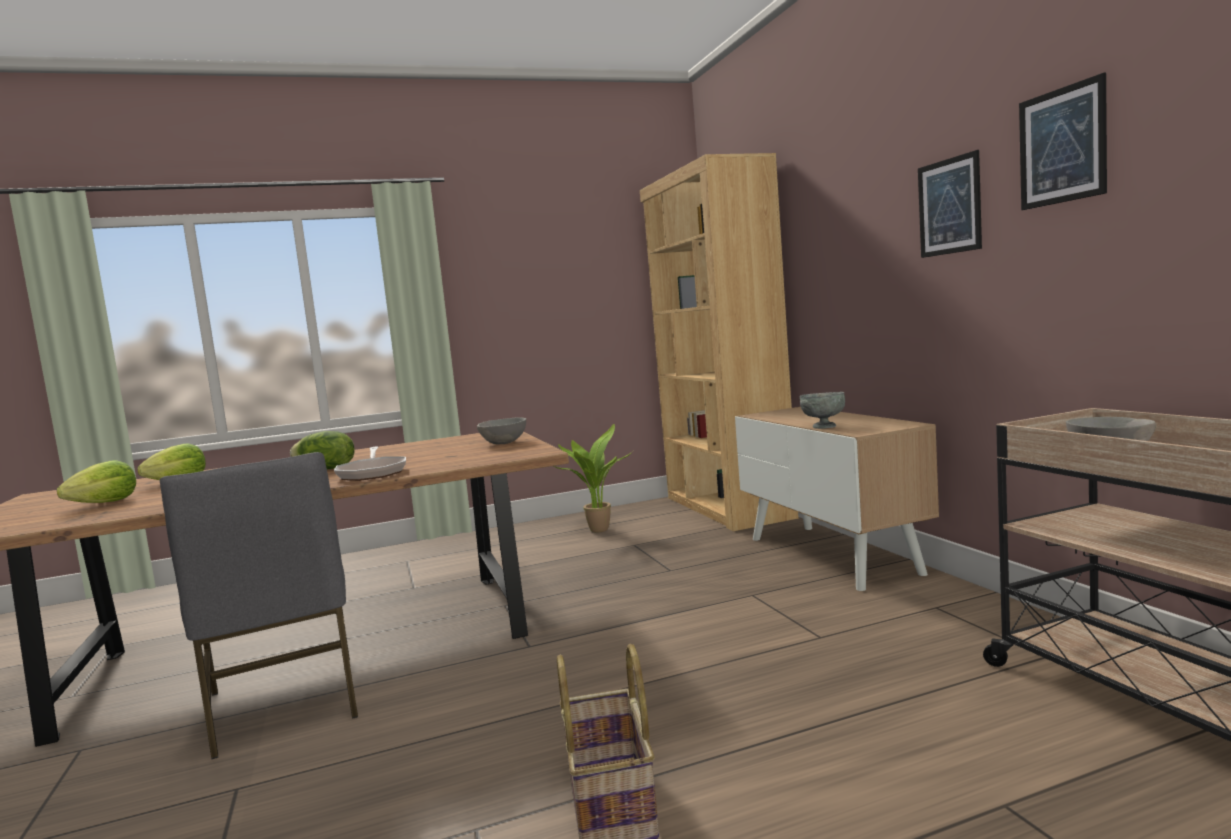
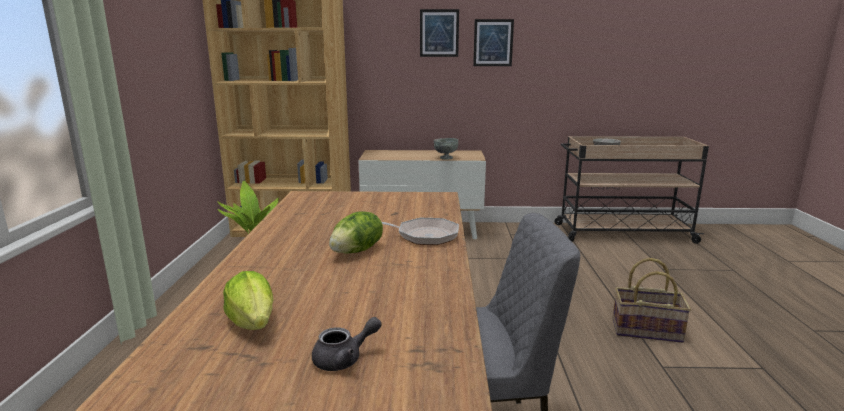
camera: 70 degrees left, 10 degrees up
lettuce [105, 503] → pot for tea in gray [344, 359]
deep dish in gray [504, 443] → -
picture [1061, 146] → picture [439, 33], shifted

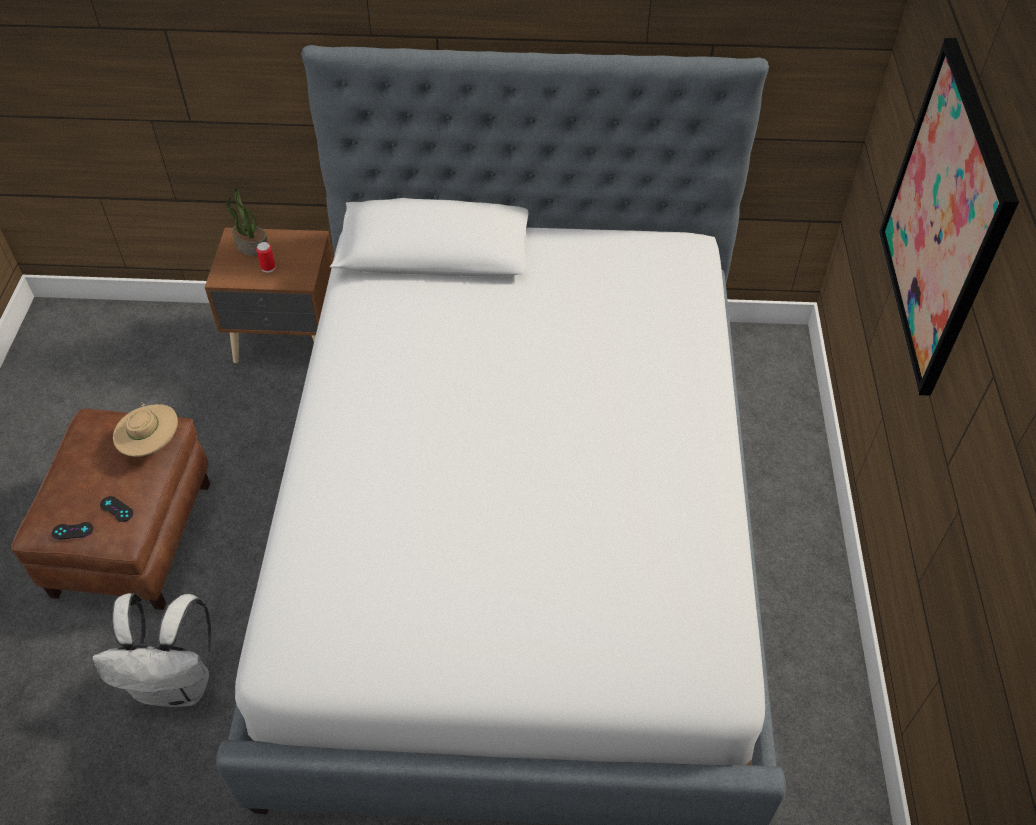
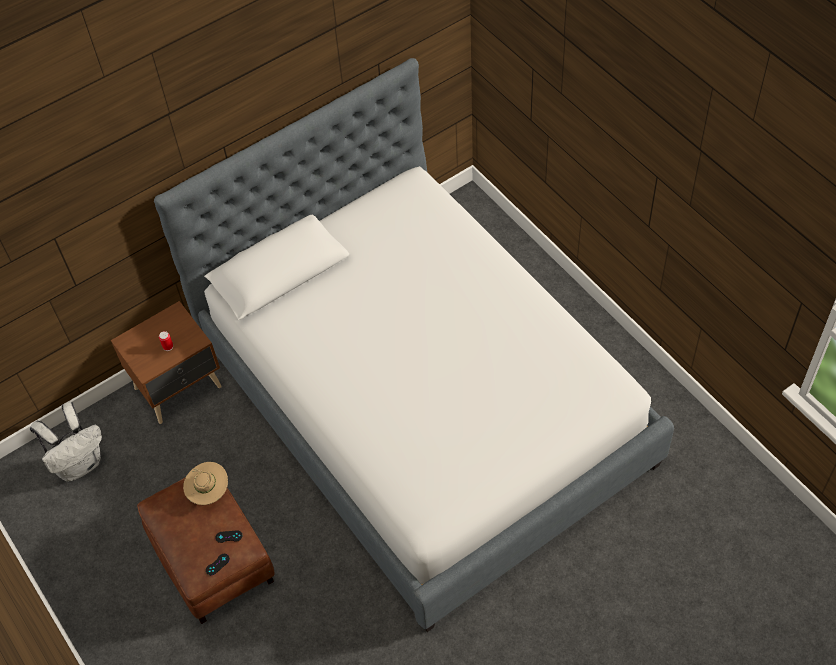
camera: 35 degrees left, 5 degrees up
backpack in white [177, 684] → backpack in white [80, 463], shifted
houseplant [251, 247] → -
picture [943, 219] → -

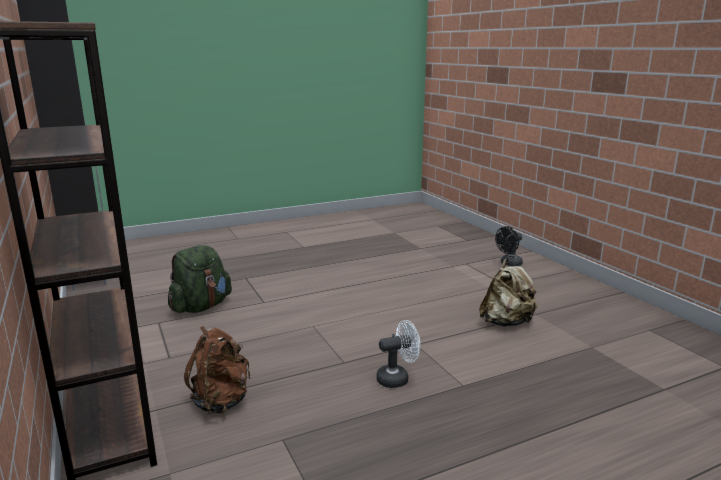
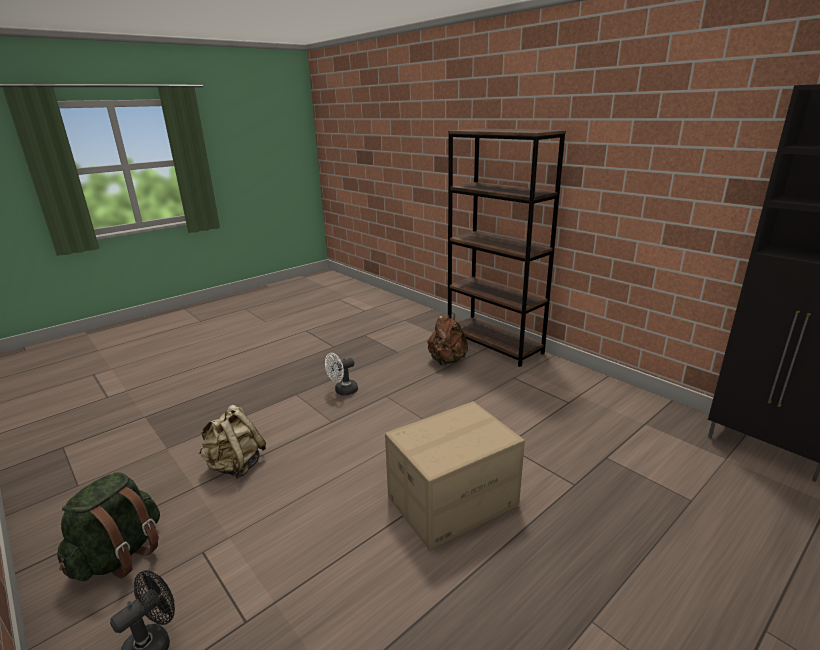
camera: 165 degrees right, 5 degrees up
backpack in green [201, 307] → backpack in green [120, 555], shifted
- → carton [452, 500]

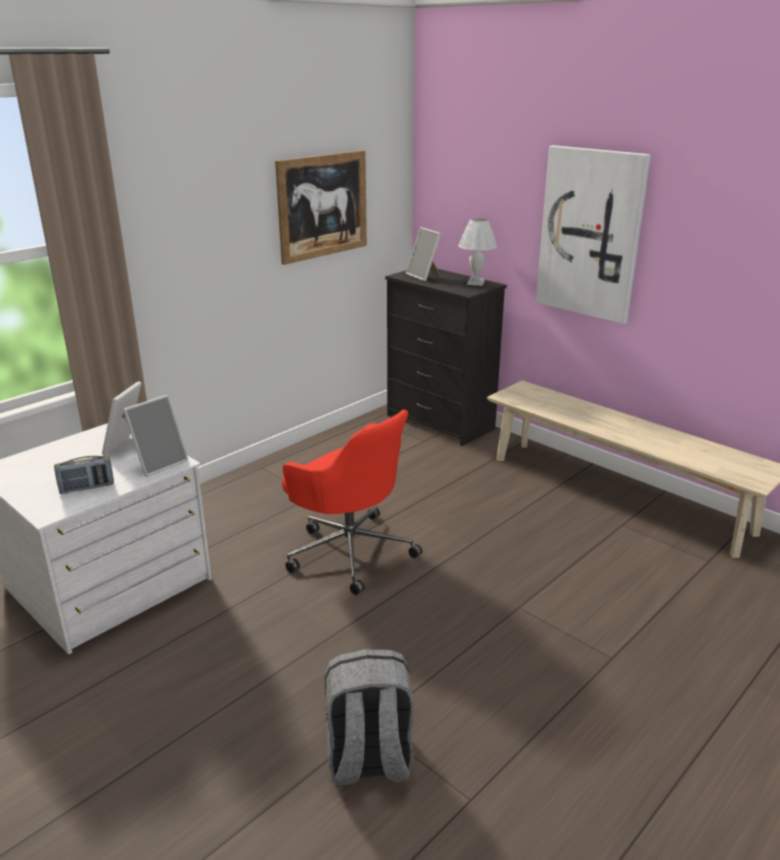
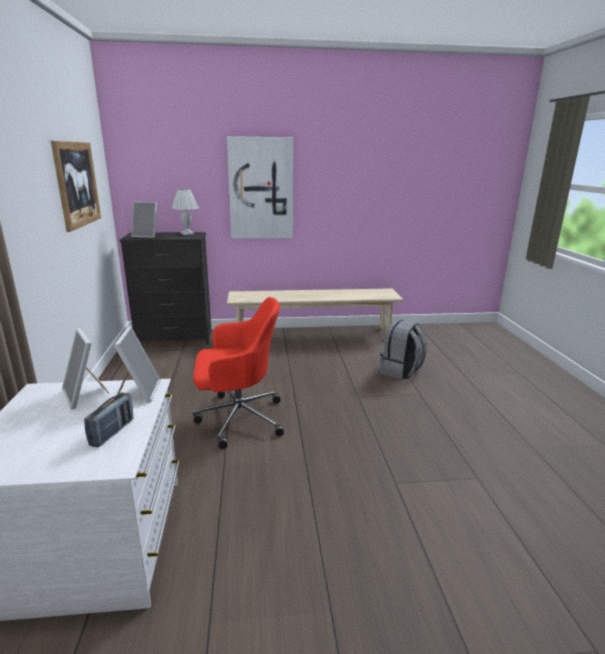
camera: 50 degrees left, 5 degrees down
backpack in gray [369, 760] → backpack in gray [400, 371], shifted

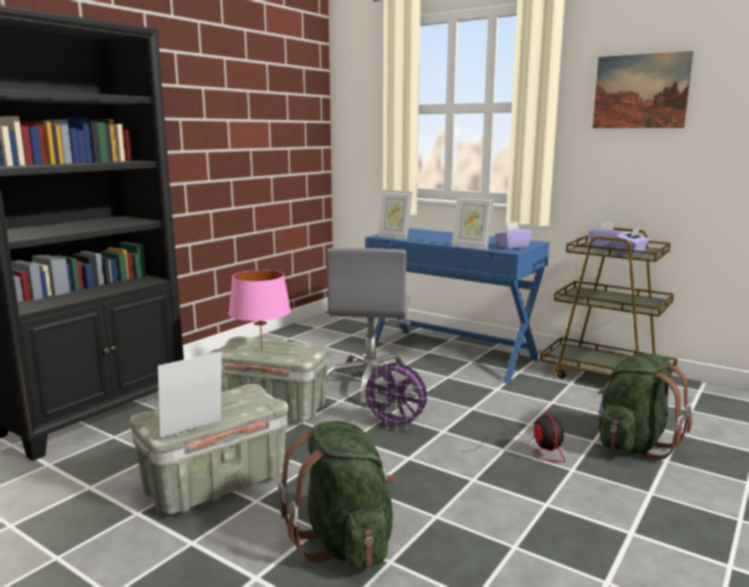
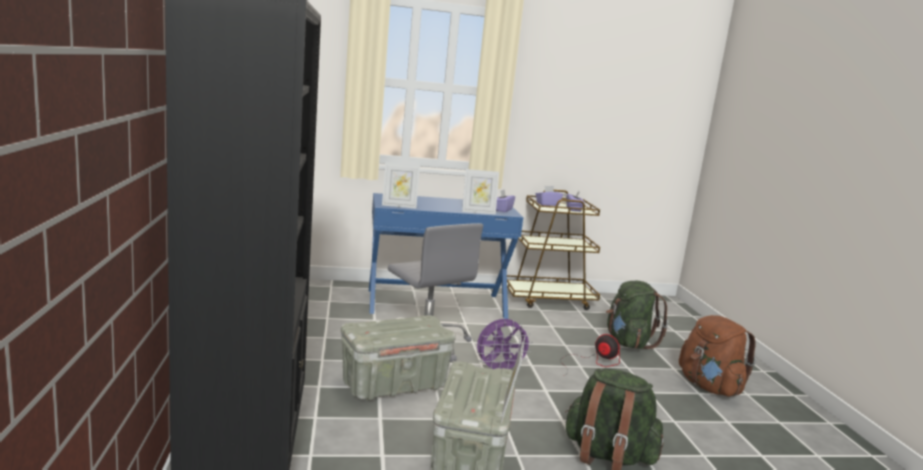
camera: 45 degrees left, 0 degrees up
tabletop lamp in pink-coloured [261, 350] → -
picture [640, 91] → -
- → backpack in brownish [709, 387]

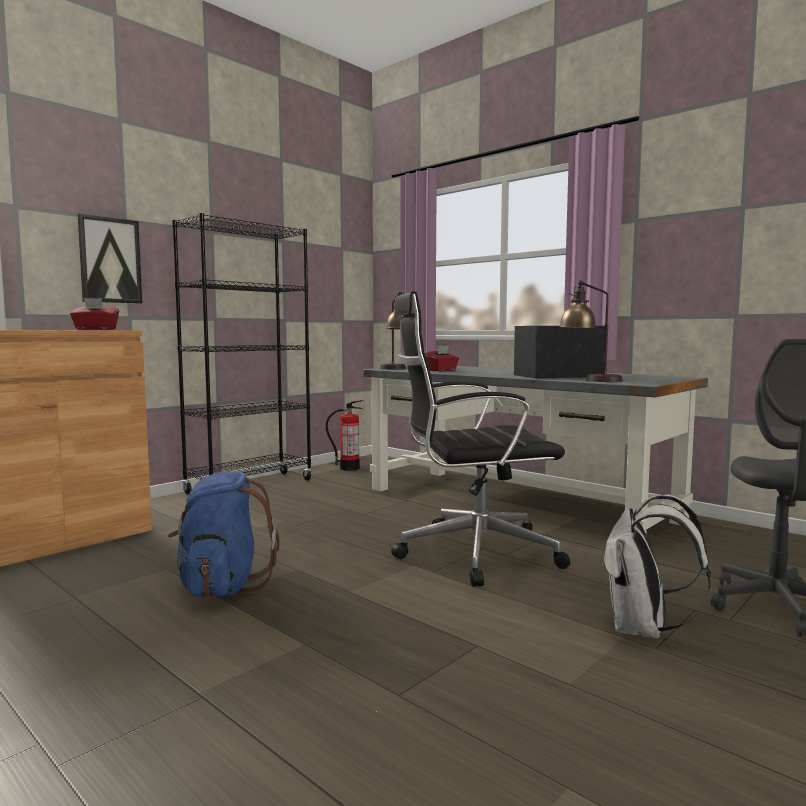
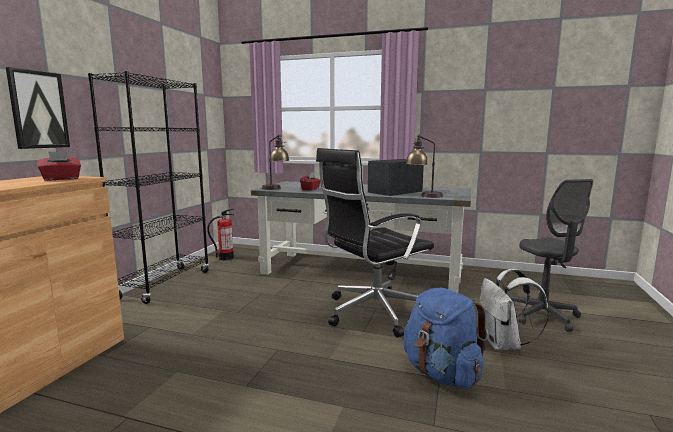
camera: 25 degrees left, 5 degrees up
backpack in bluish [222, 587] → backpack in bluish [441, 373], shifted

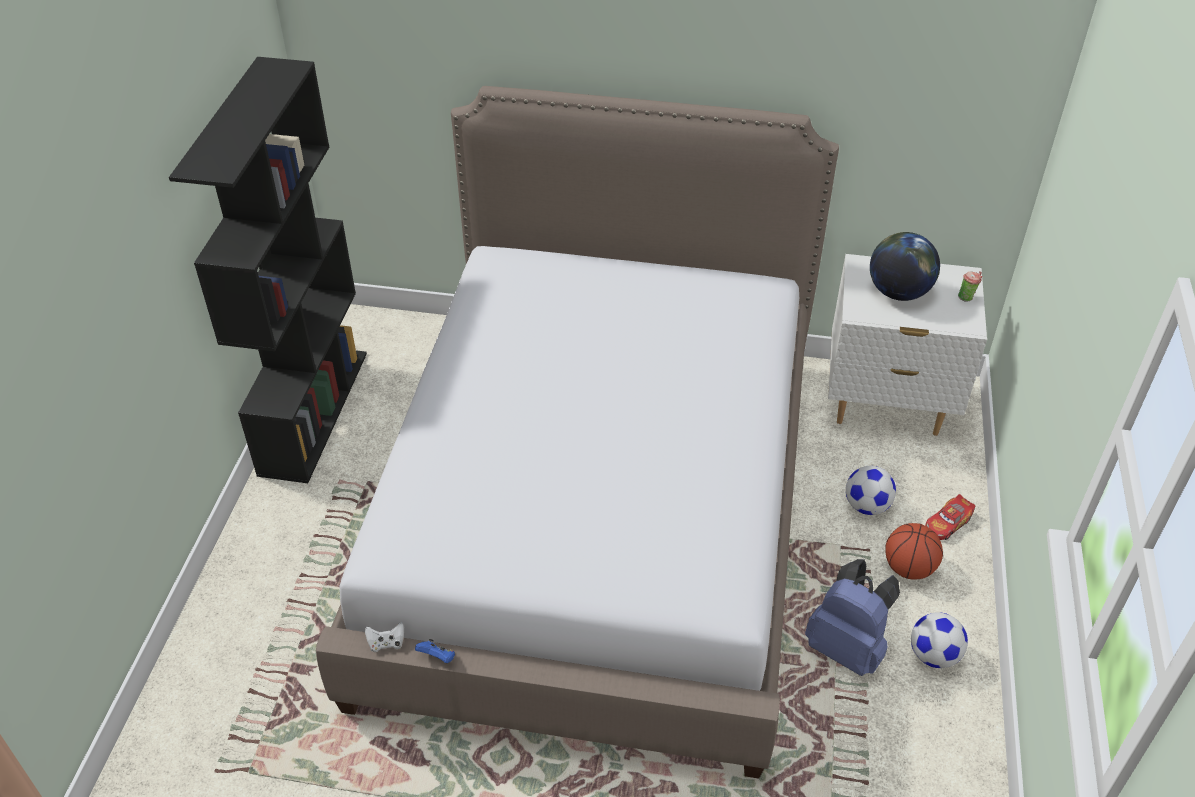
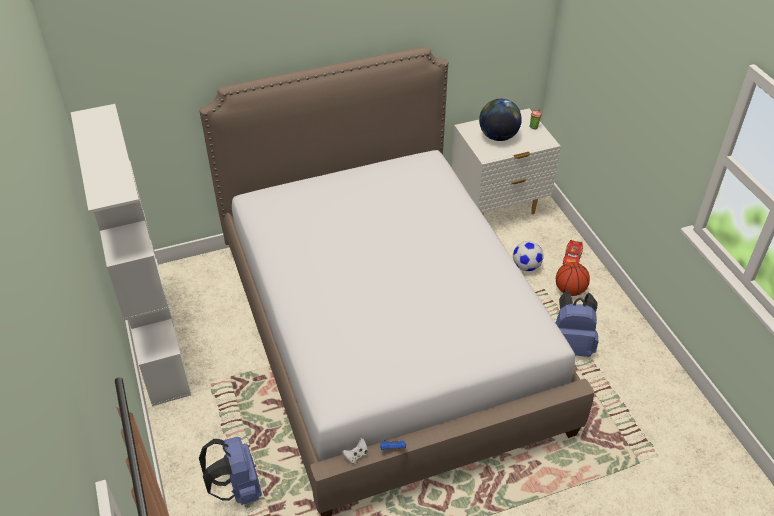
camera: 30 degrees left, 0 degrees up
shelving unit in blackish [313, 411] → shelving unit in white [159, 349]
football [934, 655] → -
- → backpack in bluish [238, 488]

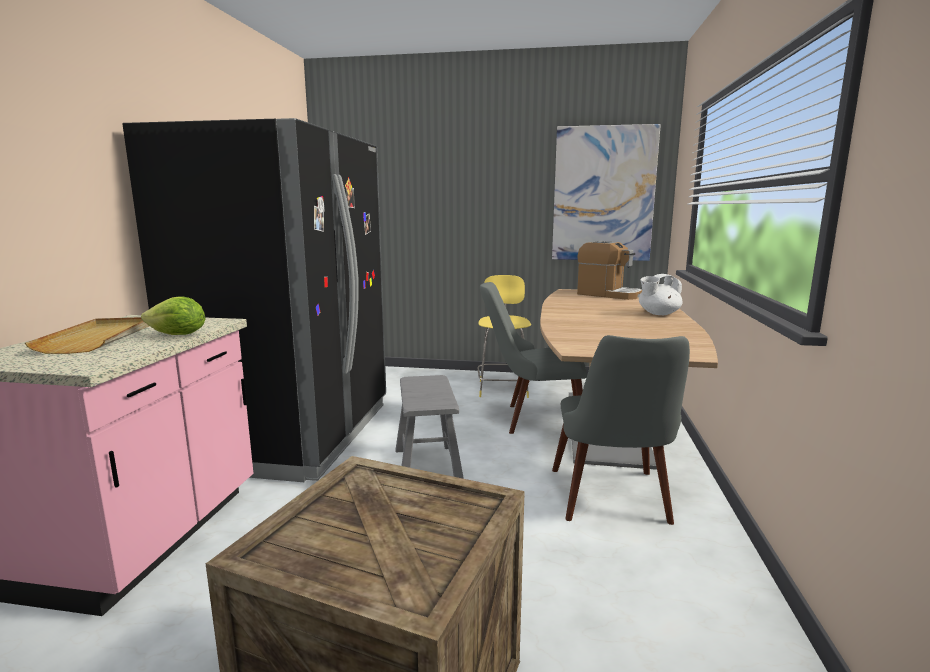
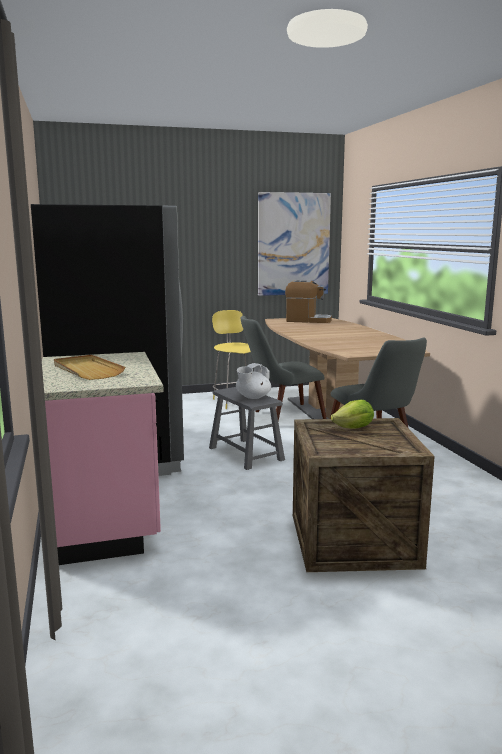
camera: 25 degrees left, 0 degrees up
lettuce [178, 335] → lettuce [354, 428], shifted
pot for tea in white [658, 314] → pot for tea in white [252, 397], shifted

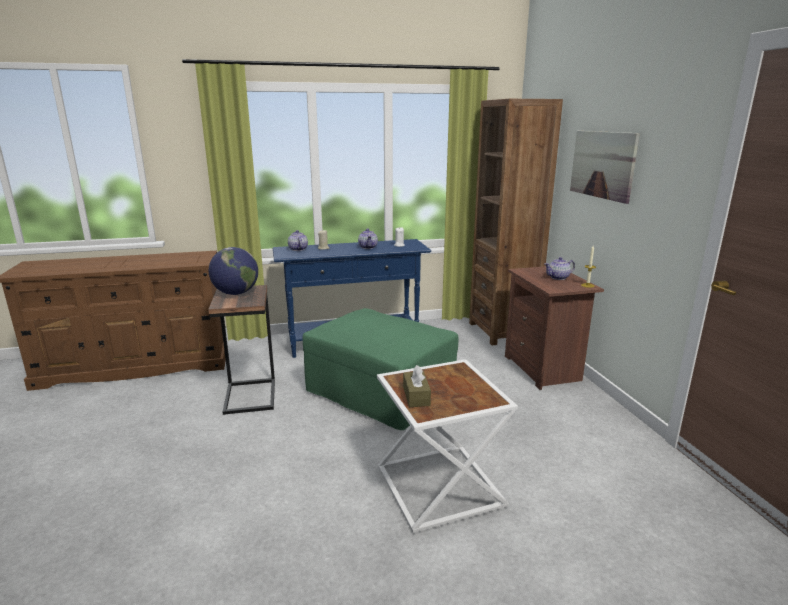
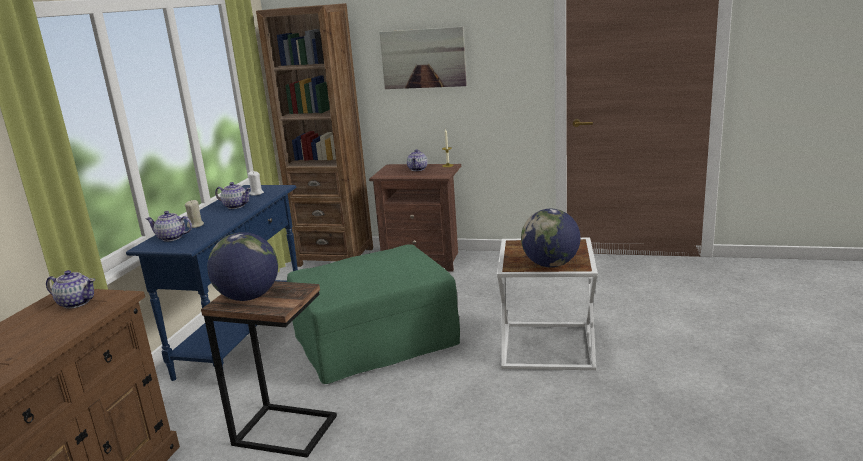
camera: 60 degrees left, 0 degrees up
tissue holder in brownish [416, 396] → desk globe [551, 265]
- → pot for tea [76, 303]

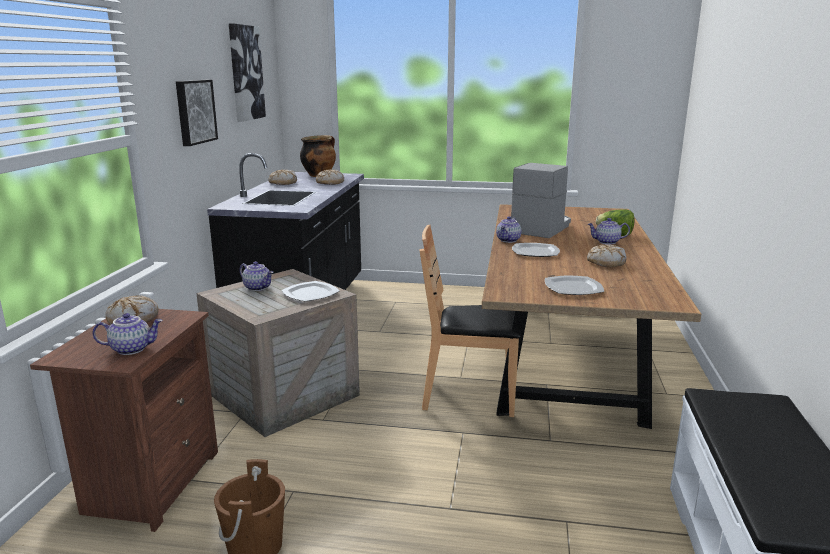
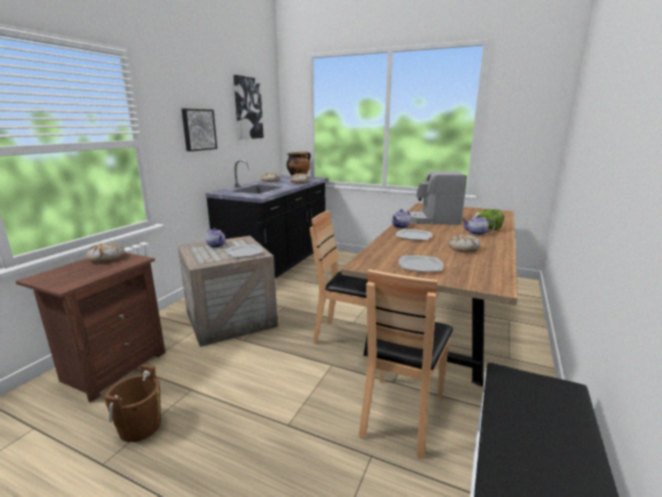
camera: 15 degrees right, 0 degrees up
pot for tea [132, 349] → -
coffee machine [541, 228] → coffee machine [433, 220], 135 degrees counterclockwise
- → plain chair in brownish [401, 414]

